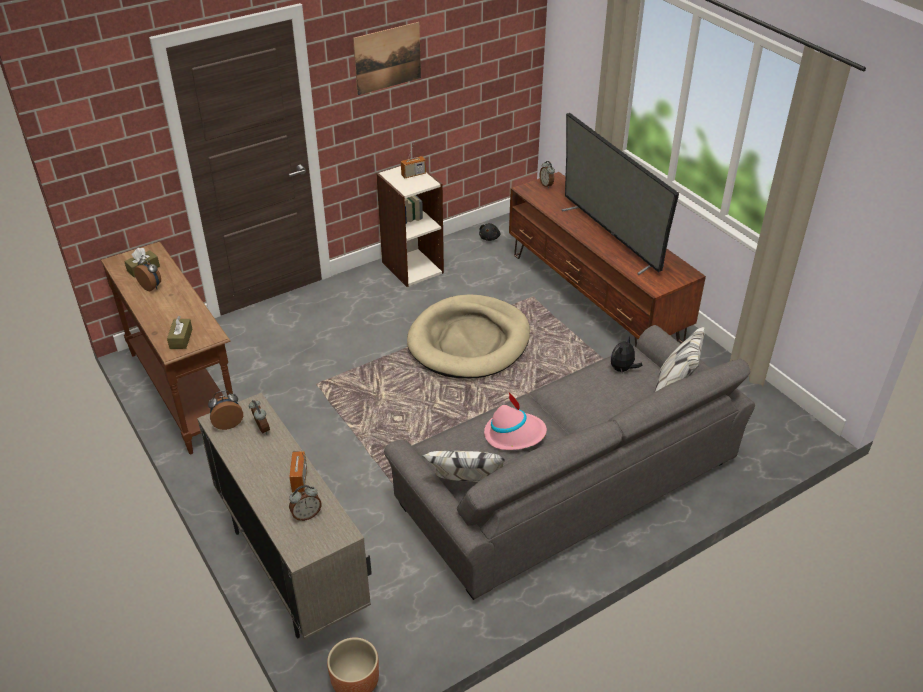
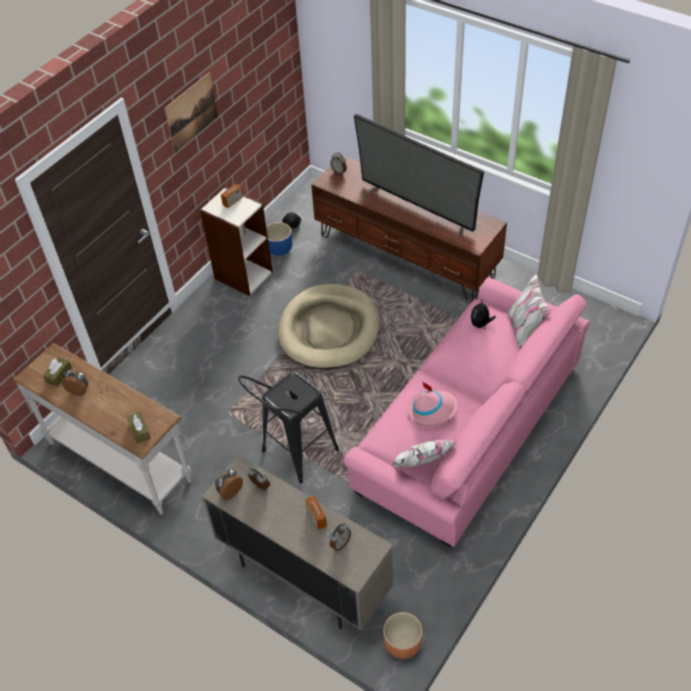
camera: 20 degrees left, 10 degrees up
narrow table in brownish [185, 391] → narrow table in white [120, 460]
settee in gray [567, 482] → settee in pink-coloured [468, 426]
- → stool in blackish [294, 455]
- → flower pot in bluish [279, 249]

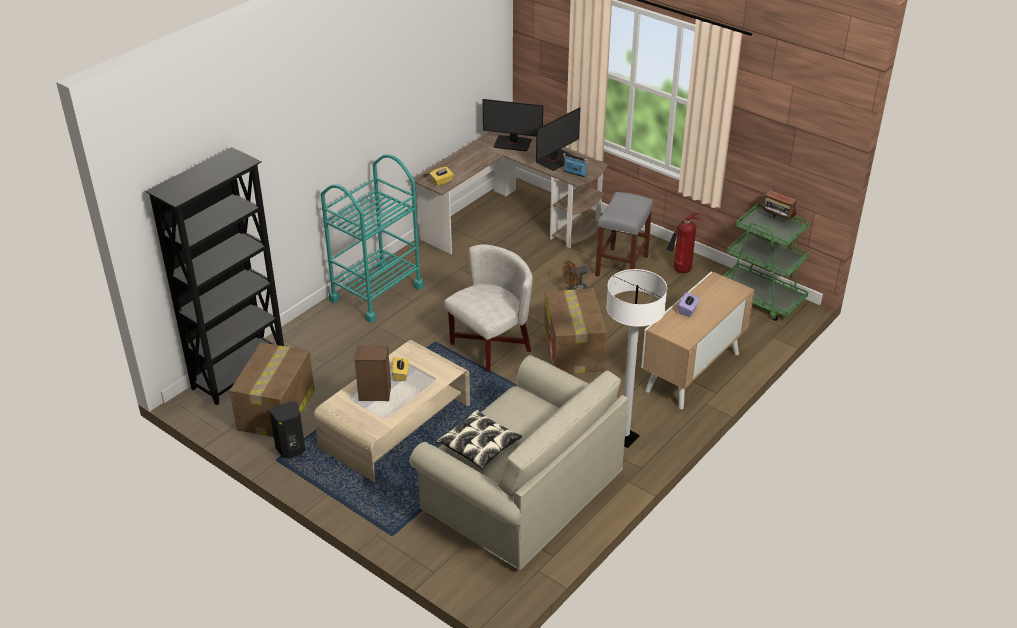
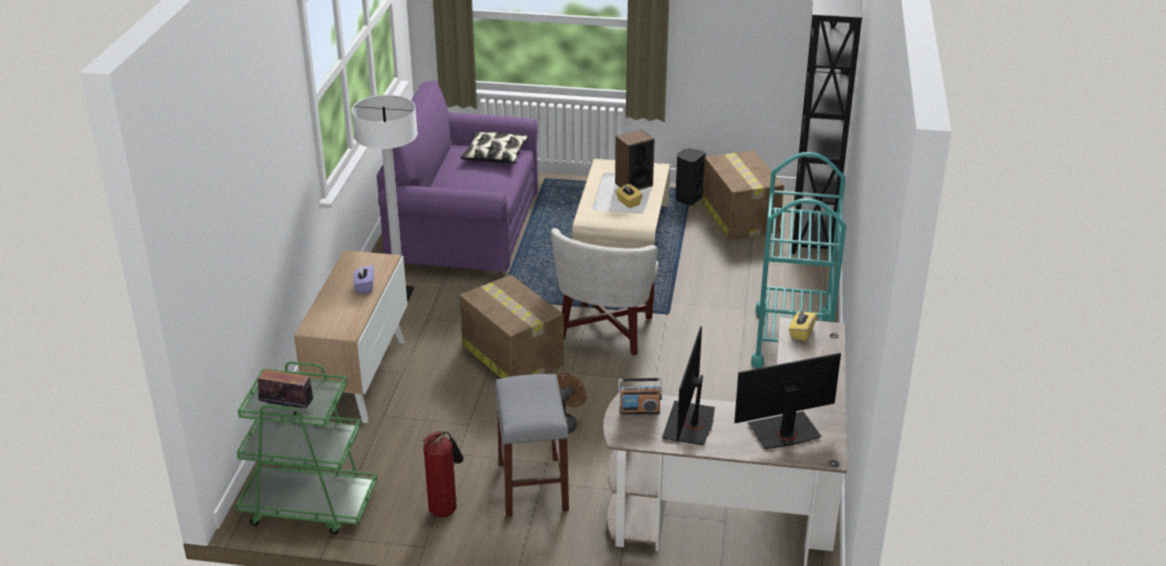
camera: 150 degrees right, 5 degrees down
settee in beige-coloured [522, 493] → settee in purple [465, 229]

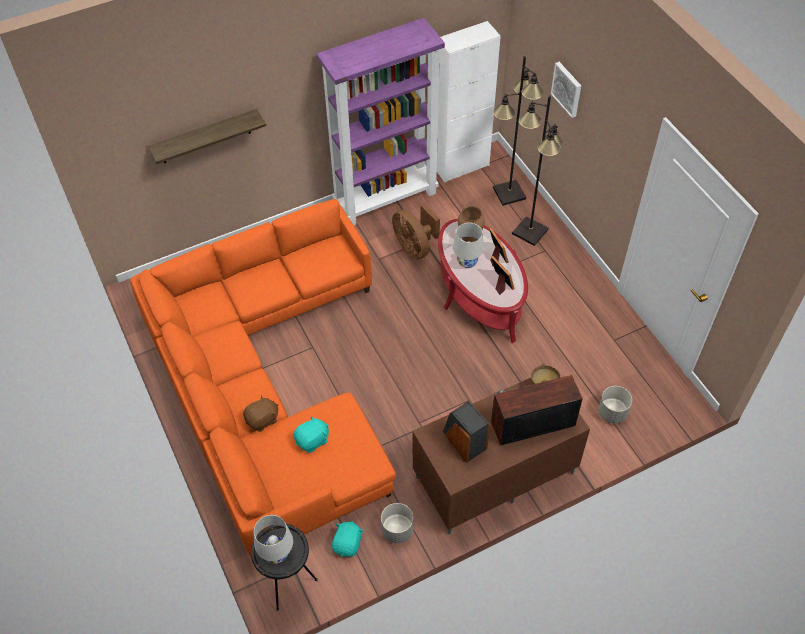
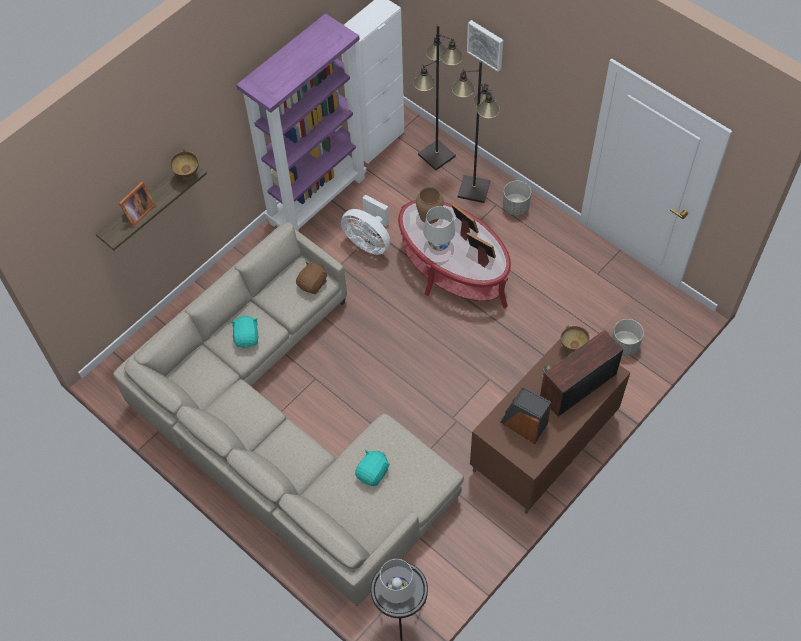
camera: 20 degrees left, 5 degrees up
settee in orange-coloured [266, 383] → settee in beige-coloured [286, 431]
soft toy in brownish [262, 420] → soft toy in brownish [313, 284], shifted
soft toy in blue-green [348, 544] → soft toy in blue-green [247, 337], shifted
flower pot in gray [397, 530] → flower pot in gray [515, 207], shifted
fan in brownish [415, 247] → fan in white [369, 241]
- → picture frame [137, 213]
- → deep dish in brownish [188, 177]

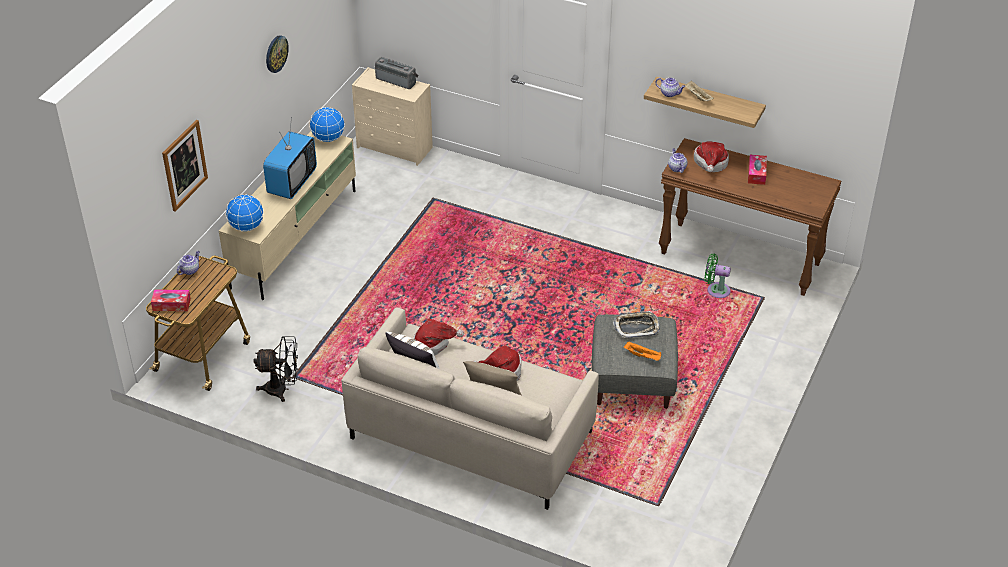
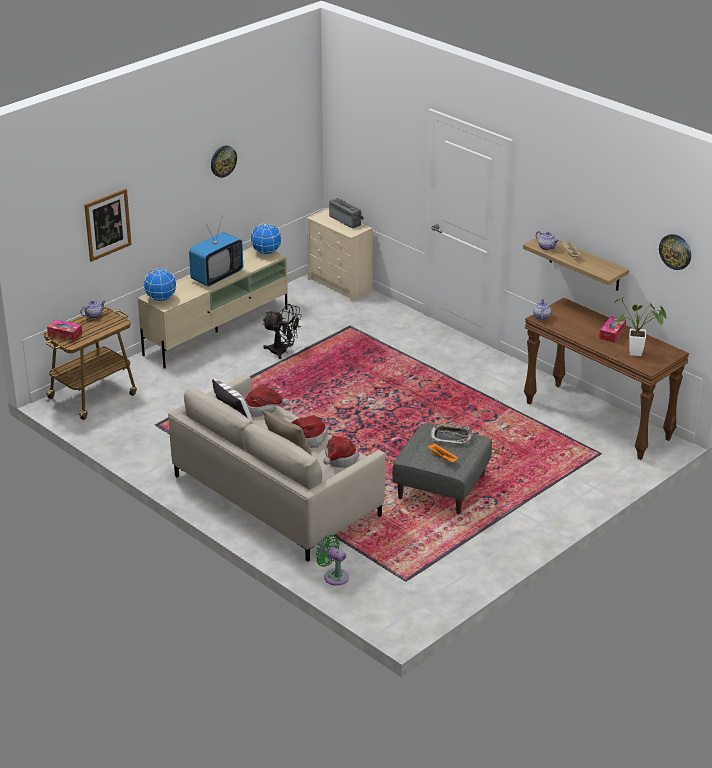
camera: 20 degrees right, 10 degrees down
fan in blackish [282, 389] → fan in blackish [283, 351], shifted
hat [710, 164] → hat [339, 459], shifted
fan in green [715, 290] → fan in green [334, 576], shifted
- → houseplant [639, 353]
- → clock on the wall [675, 251]

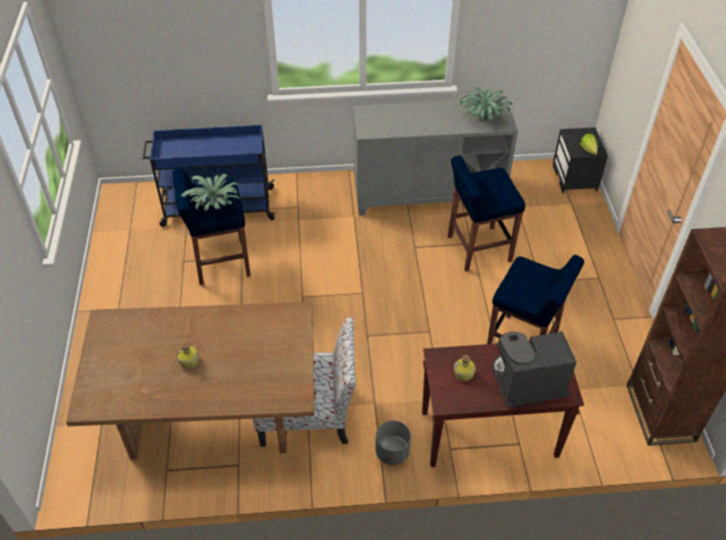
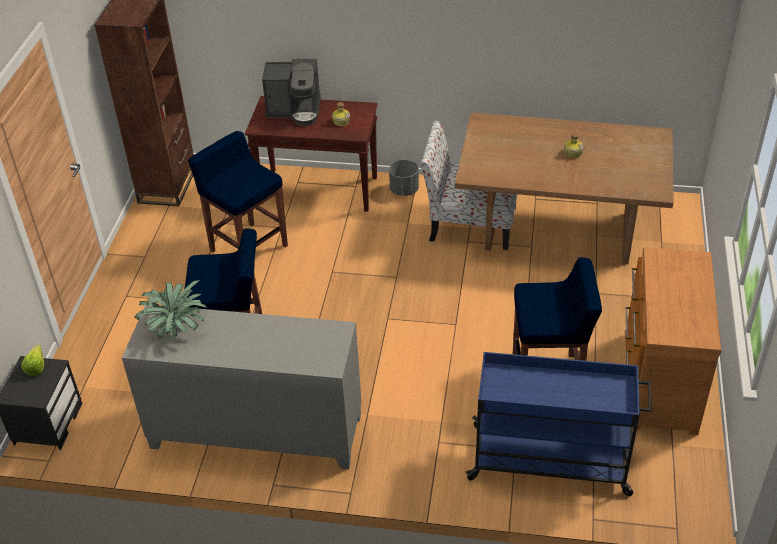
camera: 165 degrees left, 5 degrees down
houseplant [215, 207] → -
- → dresser in brownish [658, 382]

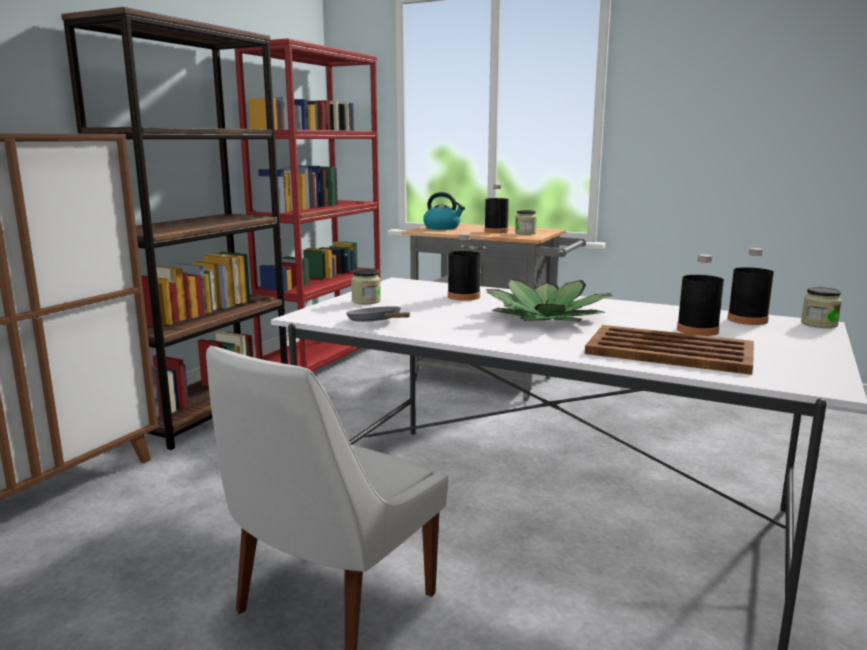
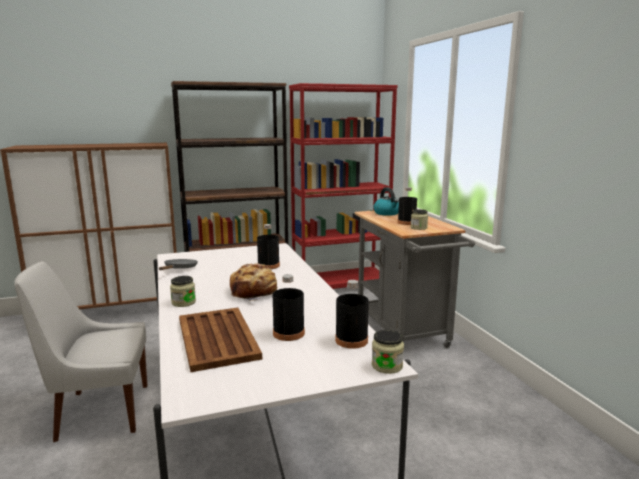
camera: 45 degrees right, 0 degrees up
storage jar [366, 301] → storage jar [183, 302], shifted
houseplant [546, 316] → baked bread [254, 292]

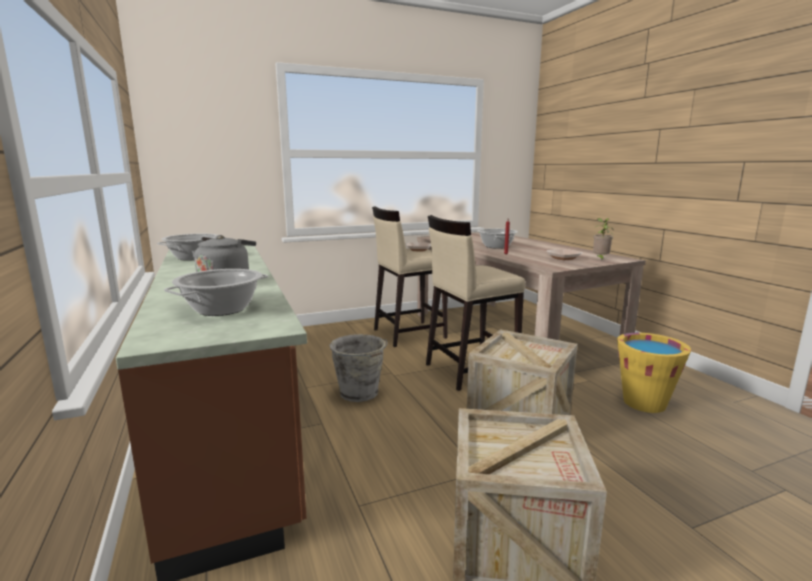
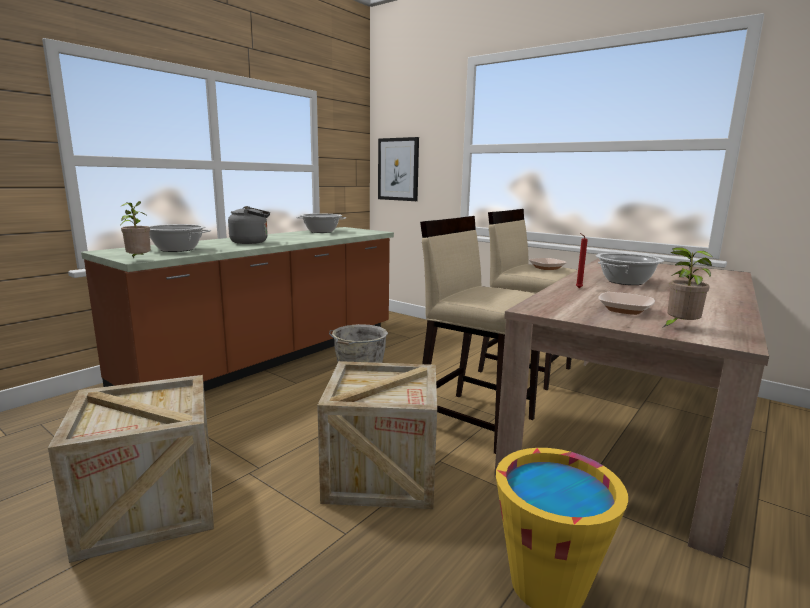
camera: 60 degrees right, 0 degrees up
- → houseplant [139, 260]
- → picture [398, 169]

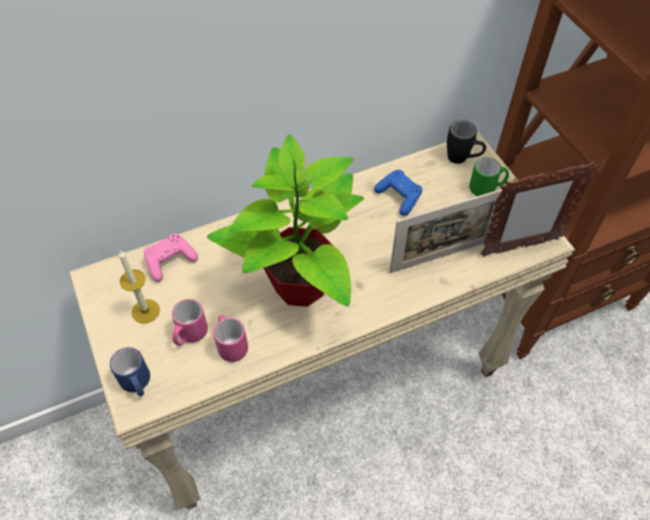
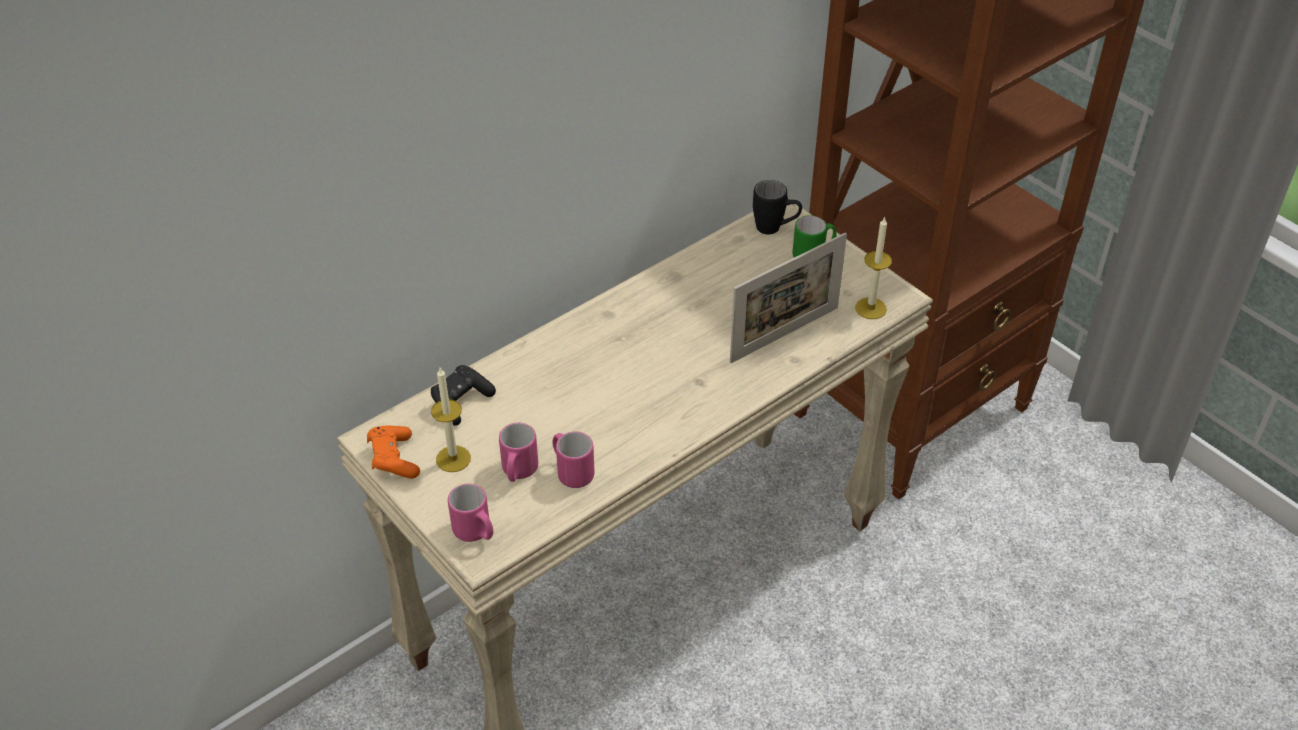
camera: 15 degrees left, 10 degrees down
tea mug in bluish [137, 384] → tea mug in pink-coloured [476, 533]
game controller in pink-coloured [170, 261] → game controller in blackish [461, 402]
houseplant [299, 287] → -
game controller in bluish [399, 197] → -
picture frame [520, 247] → wax light [870, 308]
- → game controller in orange-coloured [394, 460]

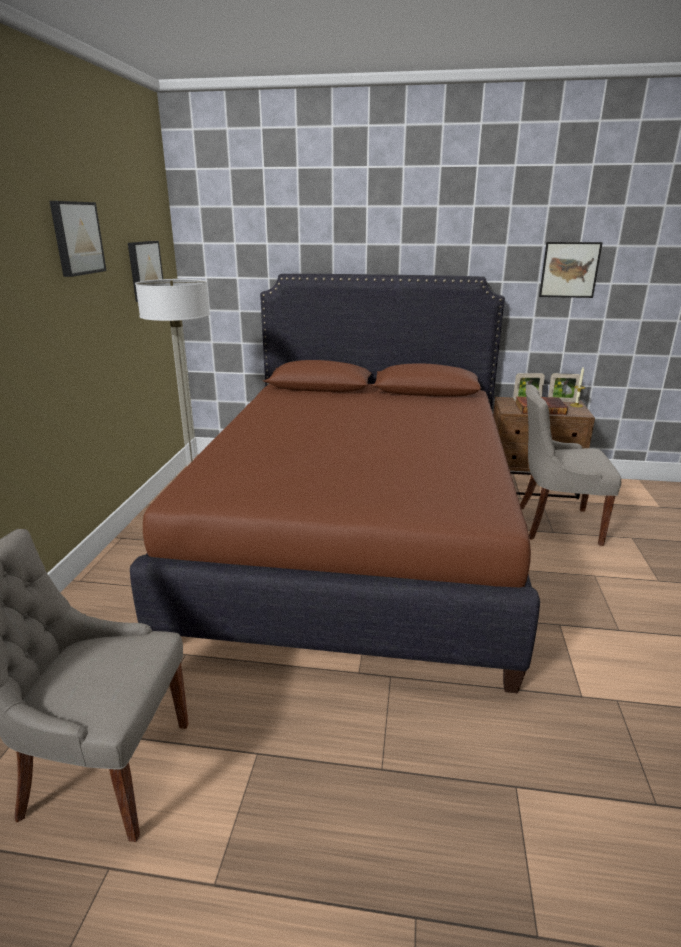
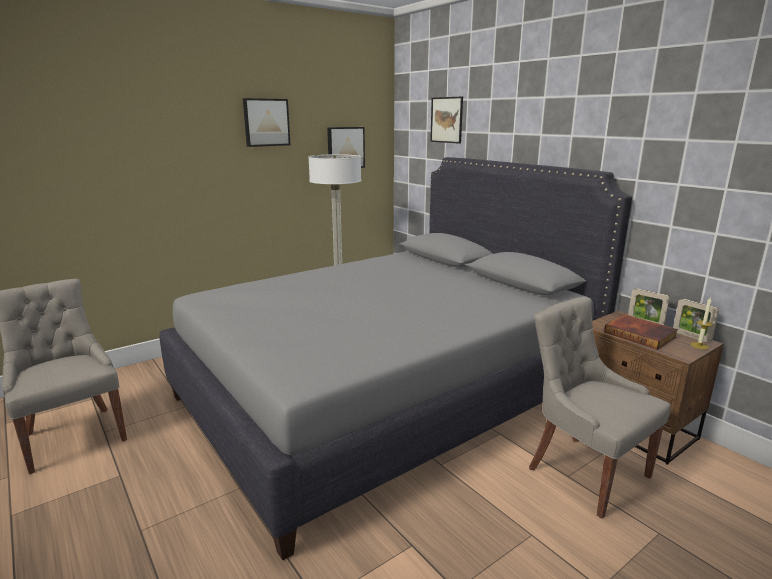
camera: 45 degrees right, 5 degrees down
bedroom bed in brownish [357, 539] → bedroom bed in gray [386, 394]
picture [569, 270] → picture [446, 120], shifted

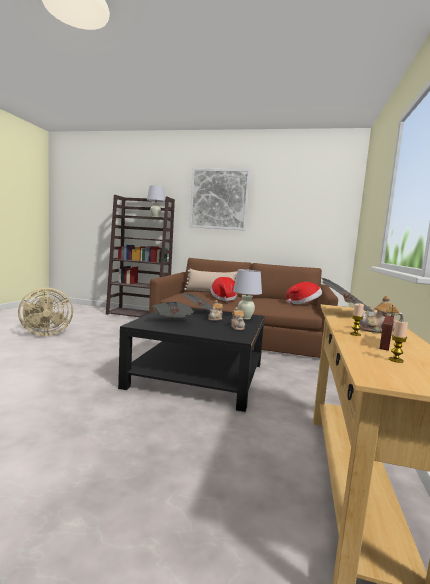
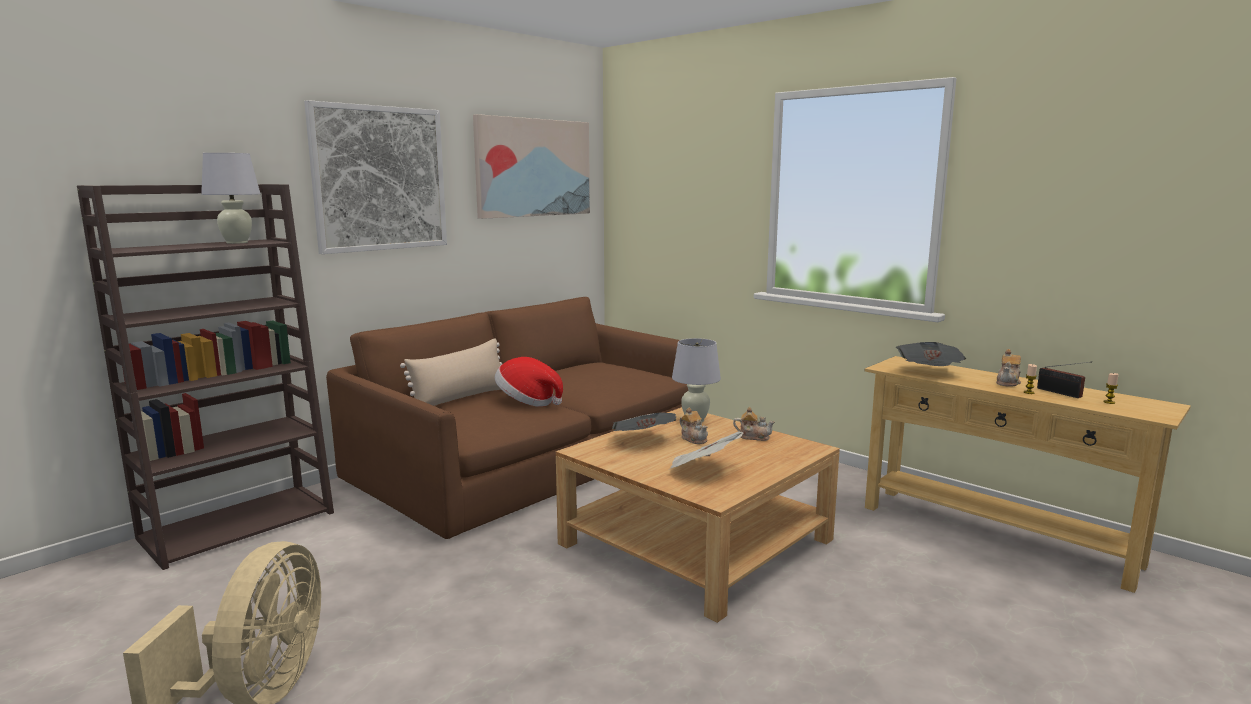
camera: 60 degrees left, 5 degrees up
lounge table in blackish [198, 375] → lounge table in beige-coloured [696, 541]
hat [304, 304] → -
- → picture [533, 167]

